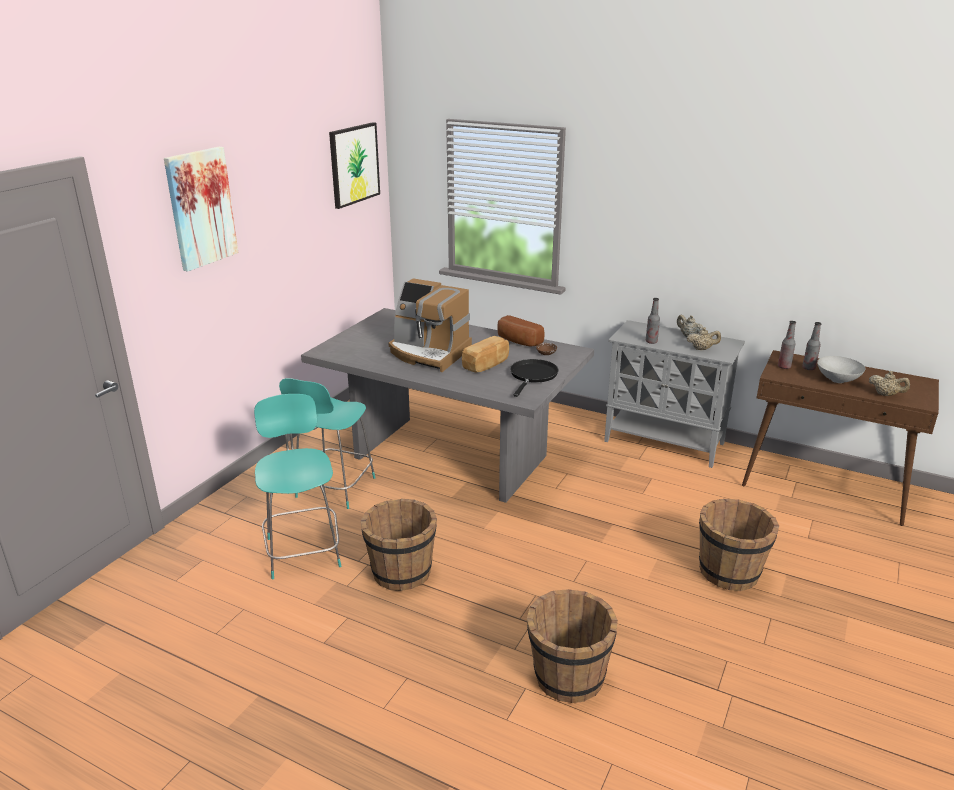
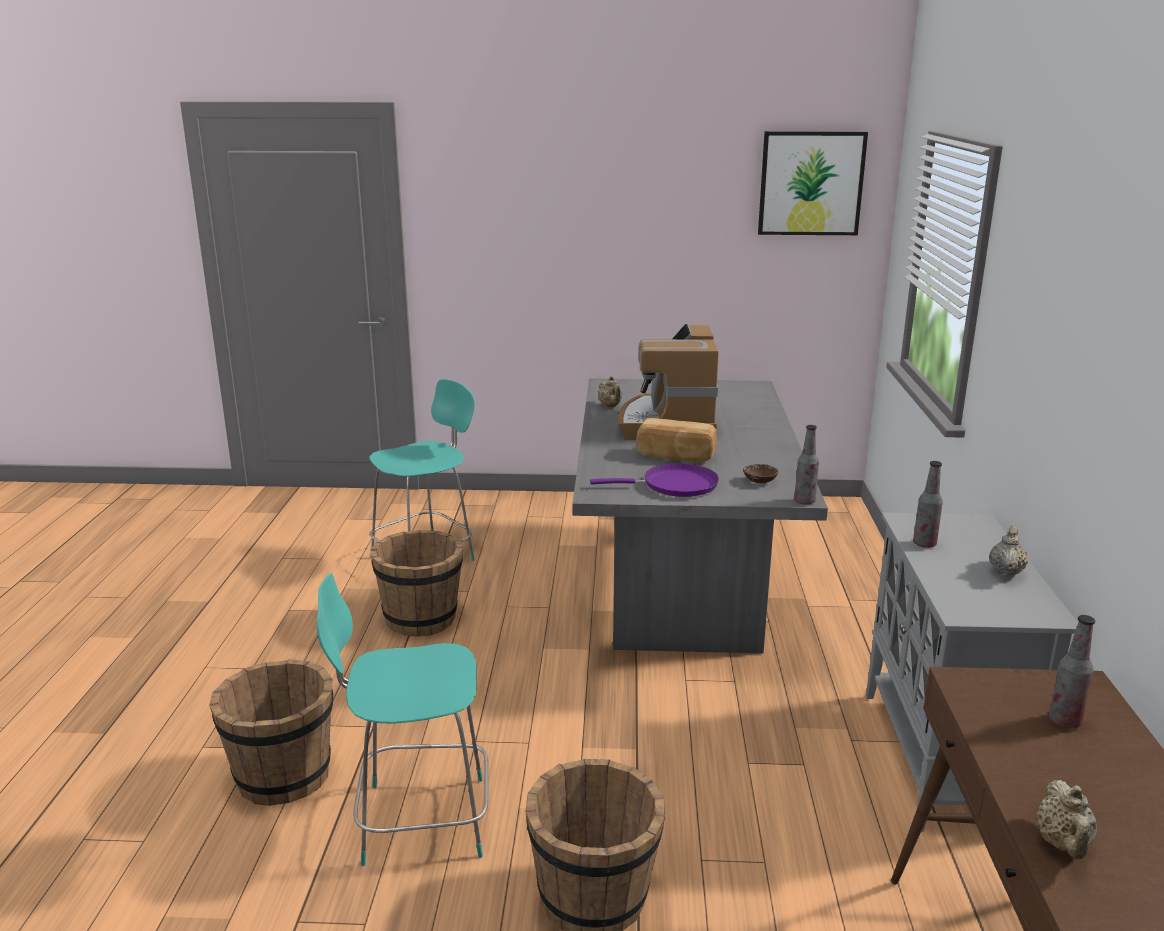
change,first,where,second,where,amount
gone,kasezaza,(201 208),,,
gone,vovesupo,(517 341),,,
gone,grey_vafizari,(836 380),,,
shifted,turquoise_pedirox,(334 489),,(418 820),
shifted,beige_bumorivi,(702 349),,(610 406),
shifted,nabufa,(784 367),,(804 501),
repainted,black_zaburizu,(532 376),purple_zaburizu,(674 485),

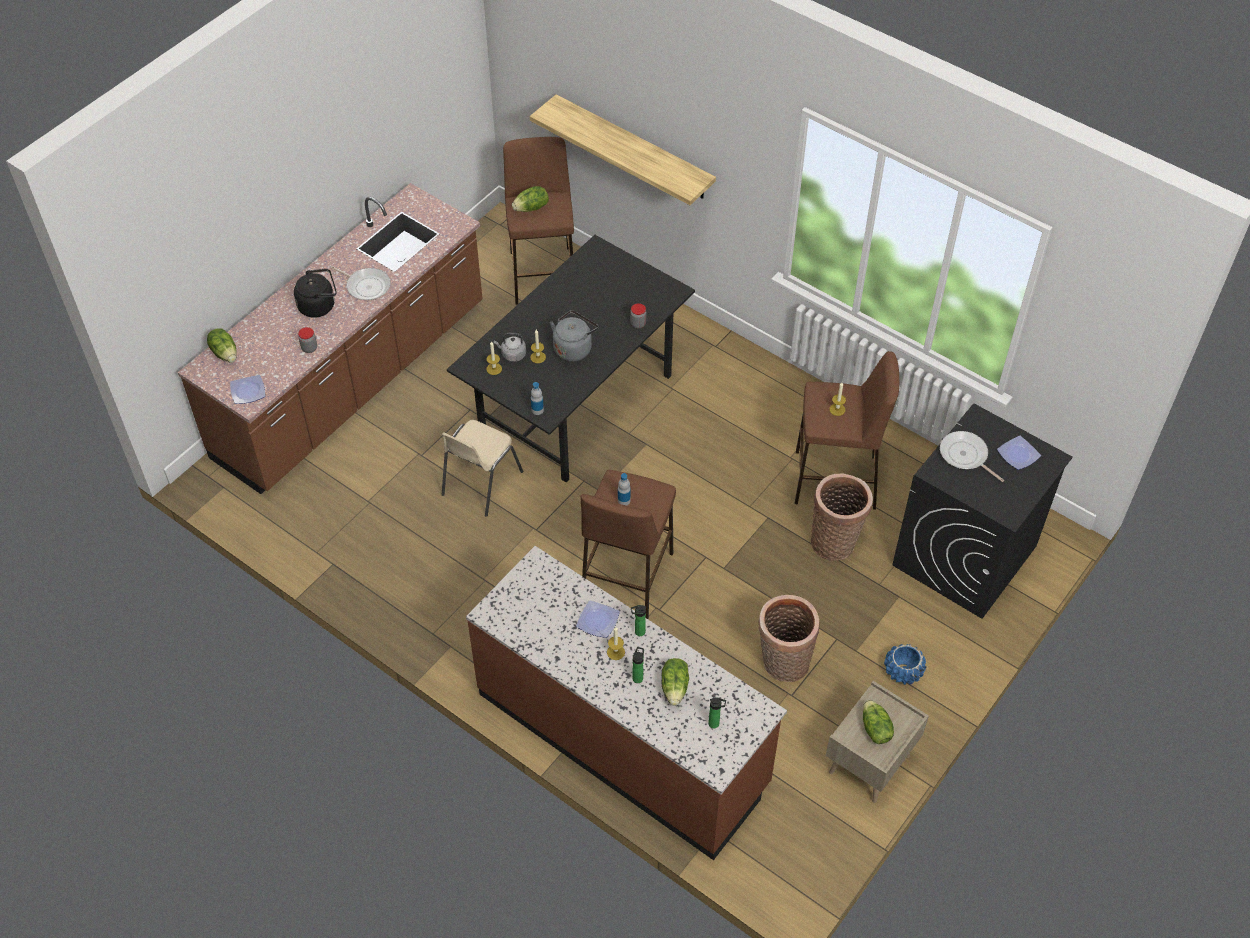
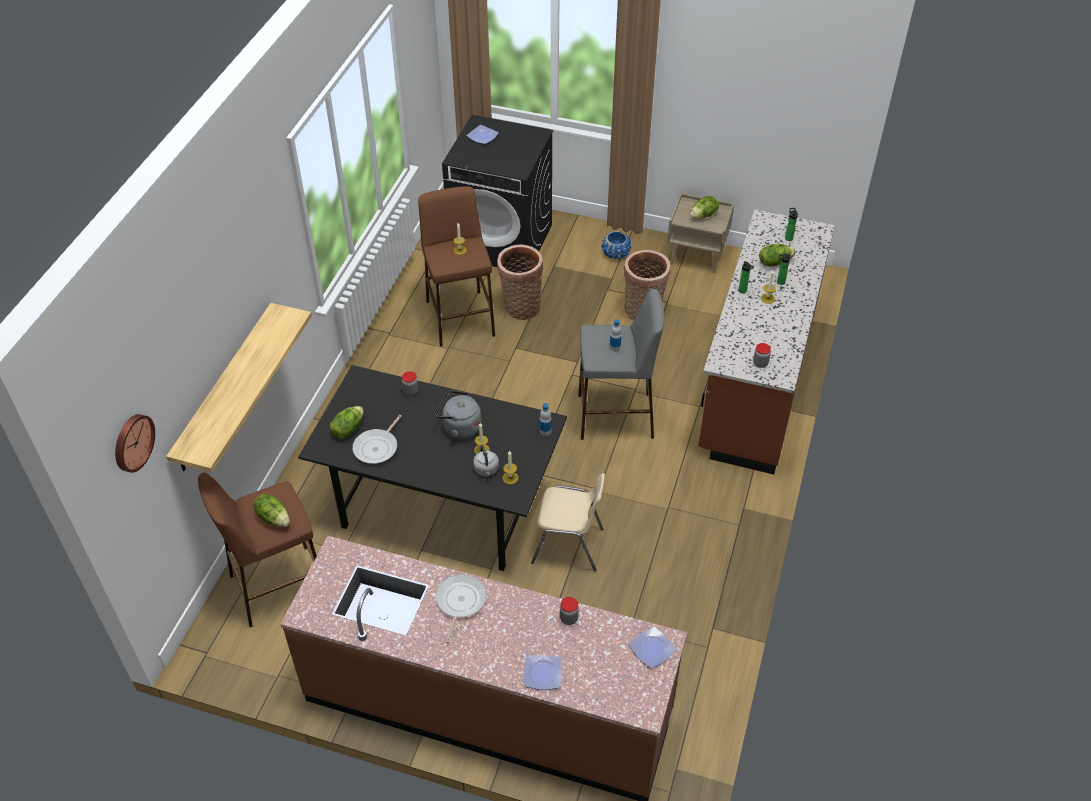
change,first,where,second,where,amount
gone,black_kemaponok,(319 305),,,
new,,,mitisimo,(132 442),
new,,,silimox,(760 363),
shifted,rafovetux,(225 353),,(347 429),
shifted,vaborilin,(597 621),,(543 674),
shifted,zaburizu,(965 456),,(377 447),
repainted,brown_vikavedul,(627 577),grey_vikavedul,(616 416),

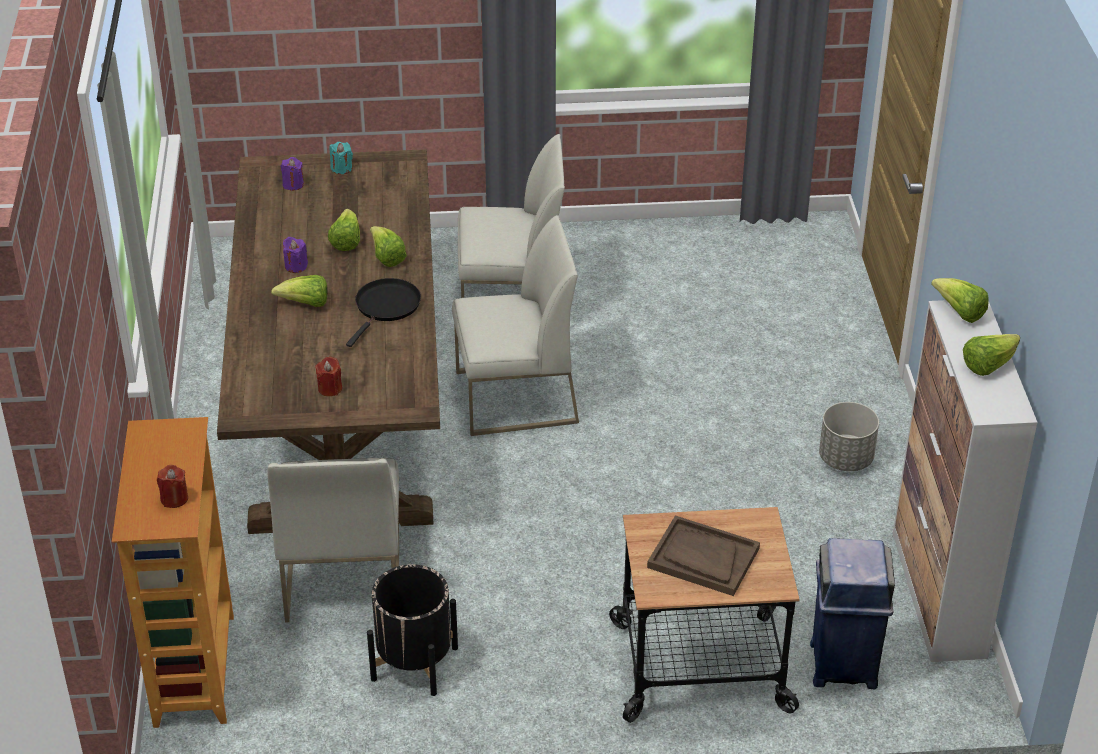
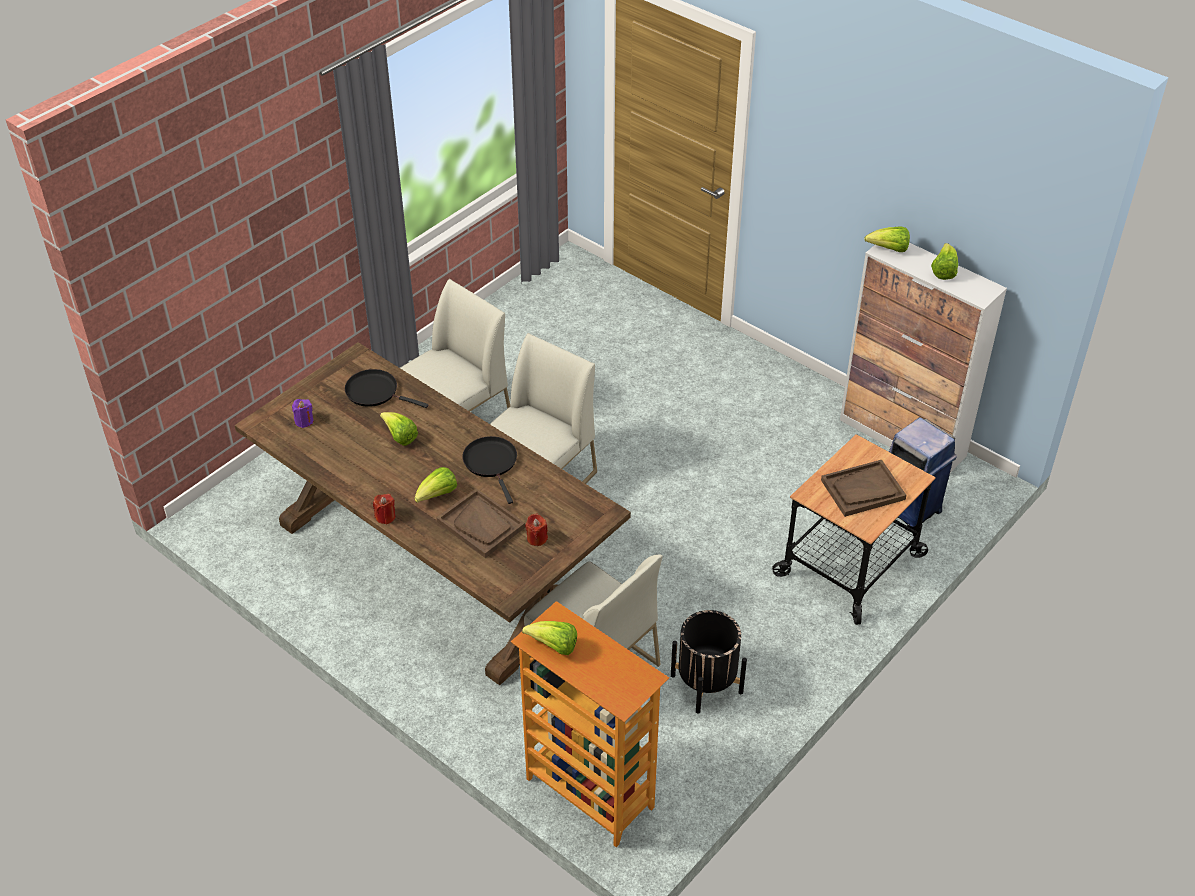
change,first,where,second,where,amount
gone,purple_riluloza,(296 266),,,
gone,turquoise_riluloza,(341 168),,,
gone,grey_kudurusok,(845 459),,,
new,,,black_zaburizu,(375 392),
new,,,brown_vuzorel,(481 525),
shifted,red_riluloza,(174 499),,(385 517),
shifted,rafovetux,(387 257),,(554 646),

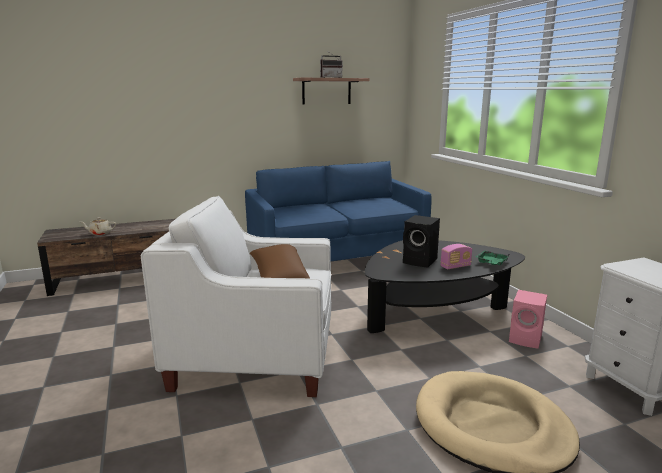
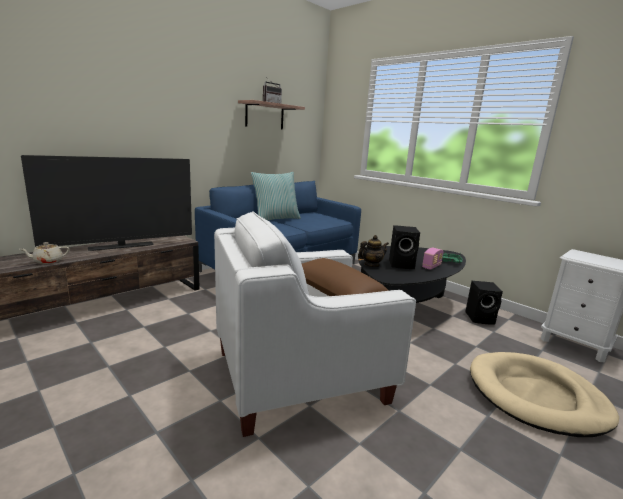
change,first,where,second,where,amount
new,,,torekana,(121 246),
new,,,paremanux,(275 219),
new,,,bumorivi,(371 265),
repainted,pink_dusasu,(526 339),black_dusasu,(481 318),

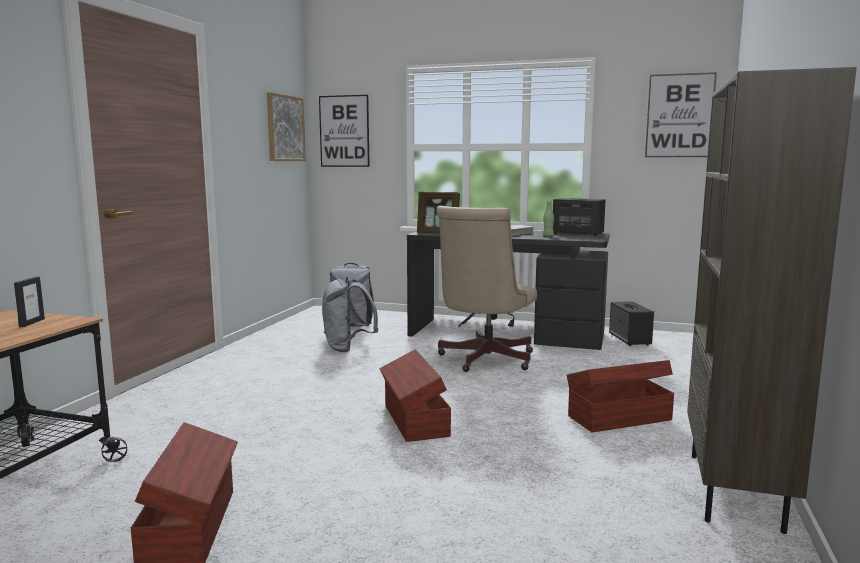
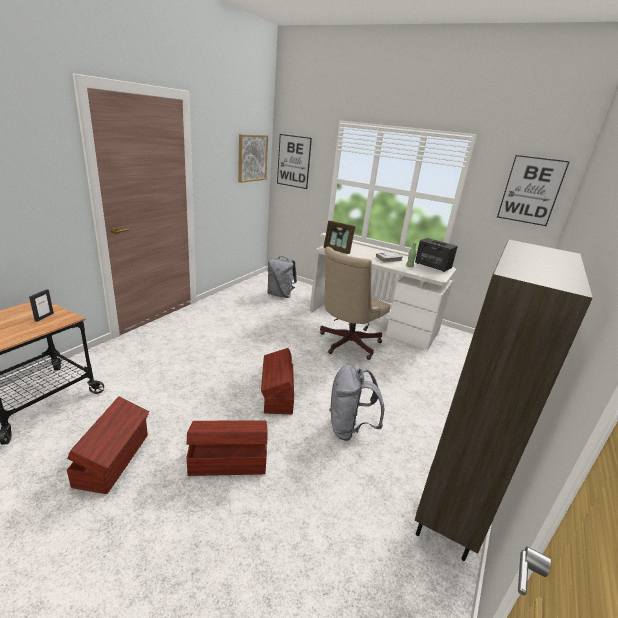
change,first,where,second,where,amount
gone,dusasu,(630 340),,,
shifted,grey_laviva,(347 348),,(349 428),
shifted,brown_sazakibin,(617 417),,(227 460),
repainted,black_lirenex,(506 334),white_lirenex,(373 321),

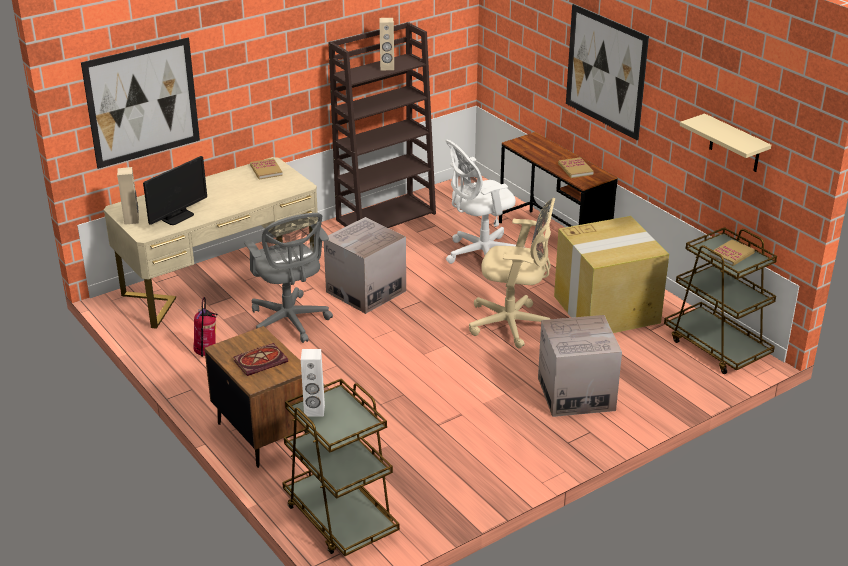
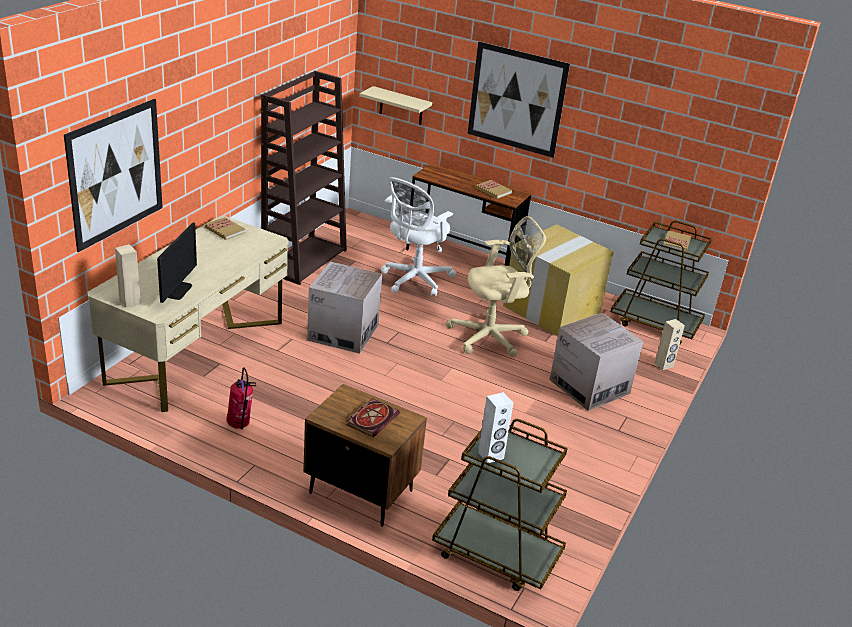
change,first,where,second,where,amount
gone,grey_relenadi,(290 322),,,
shifted,beige_dusasu,(387 68),,(664 365),
shifted,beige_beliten,(735 144),,(401 106),

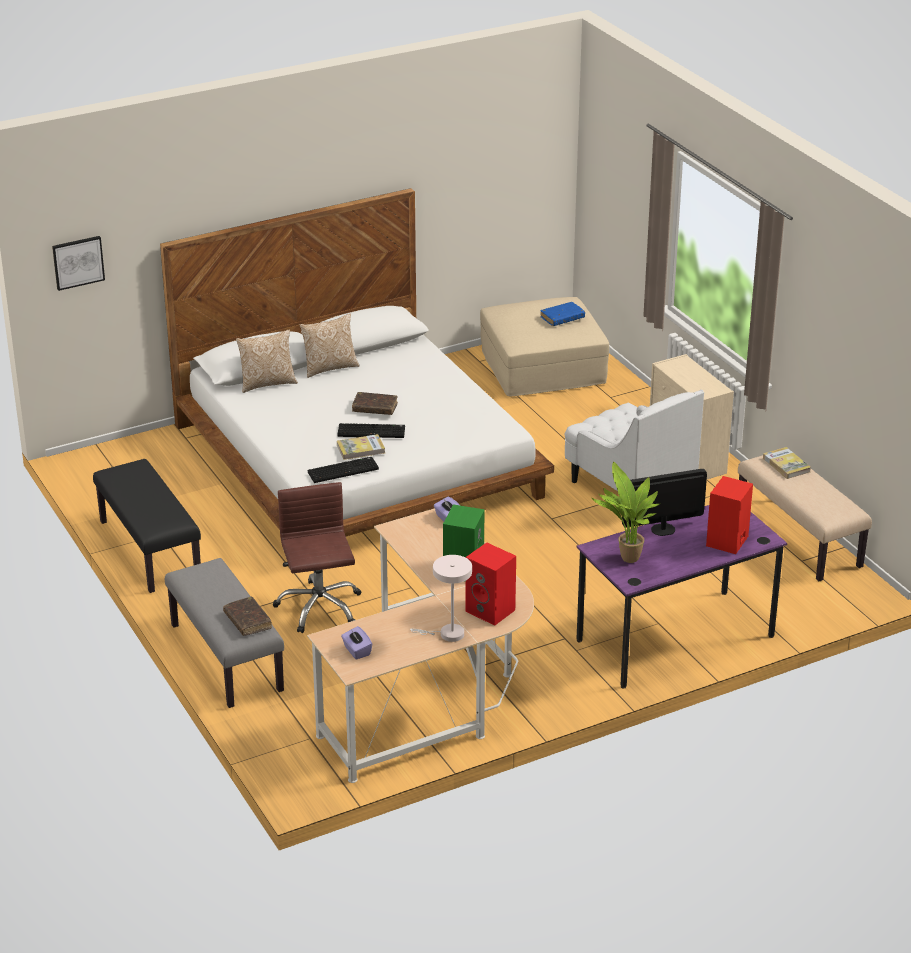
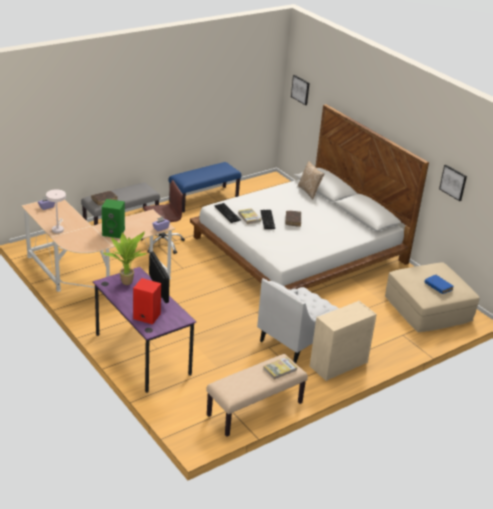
change,first,where,second,where,amount
gone,paremanux,(329 367),,,
gone,red_dusasu,(491 610),,,
new,,,kasezaza,(453 182),
repainted,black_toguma,(148 550),blue_toguma,(204 199),

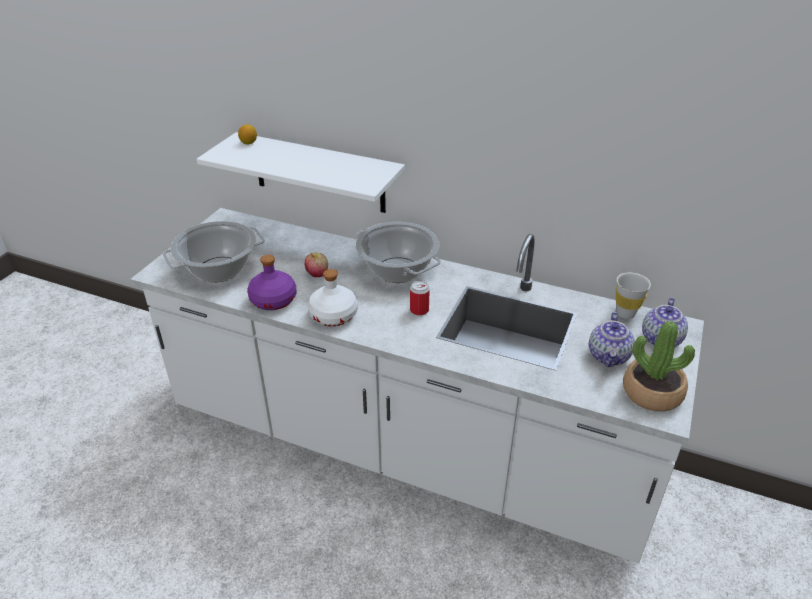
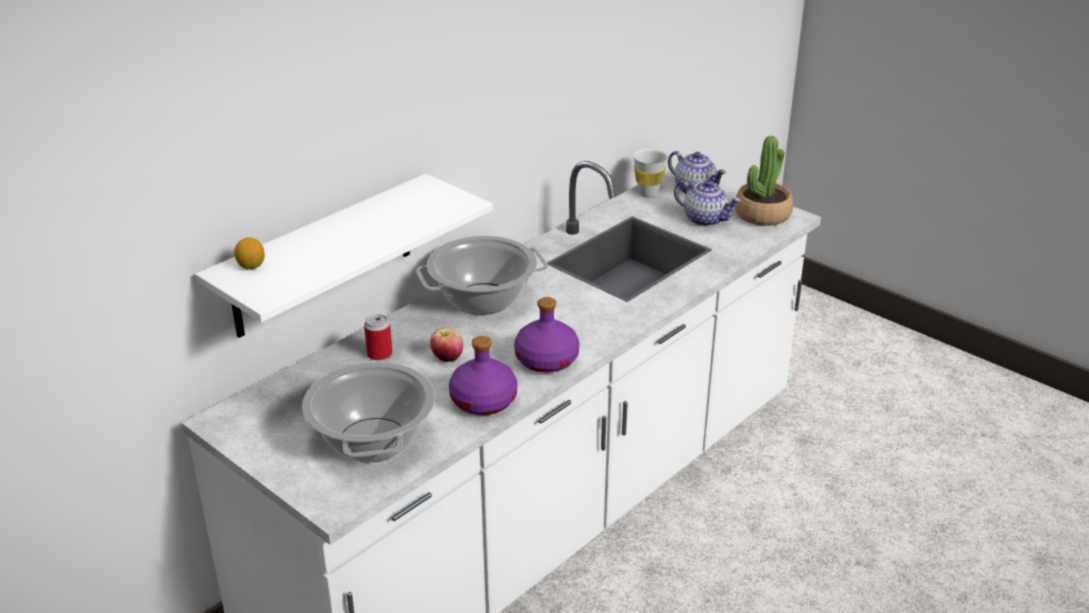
change,first,where,second,where,amount
shifted,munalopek,(419 310),,(379 354),
repainted,white_nabufa,(334 316),purple_nabufa,(547 360),

